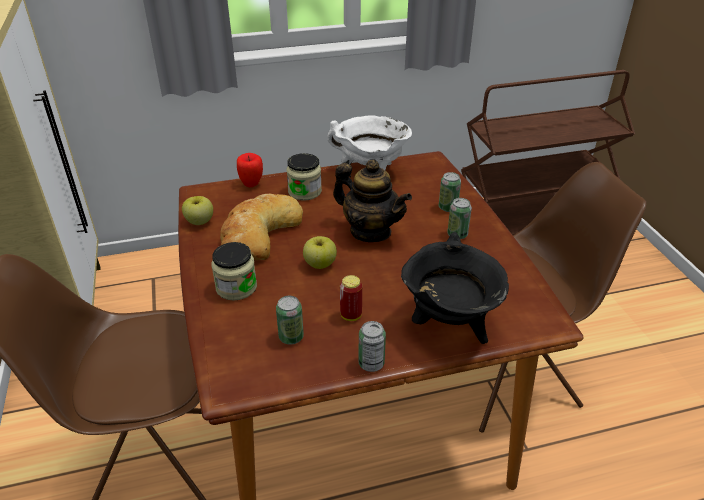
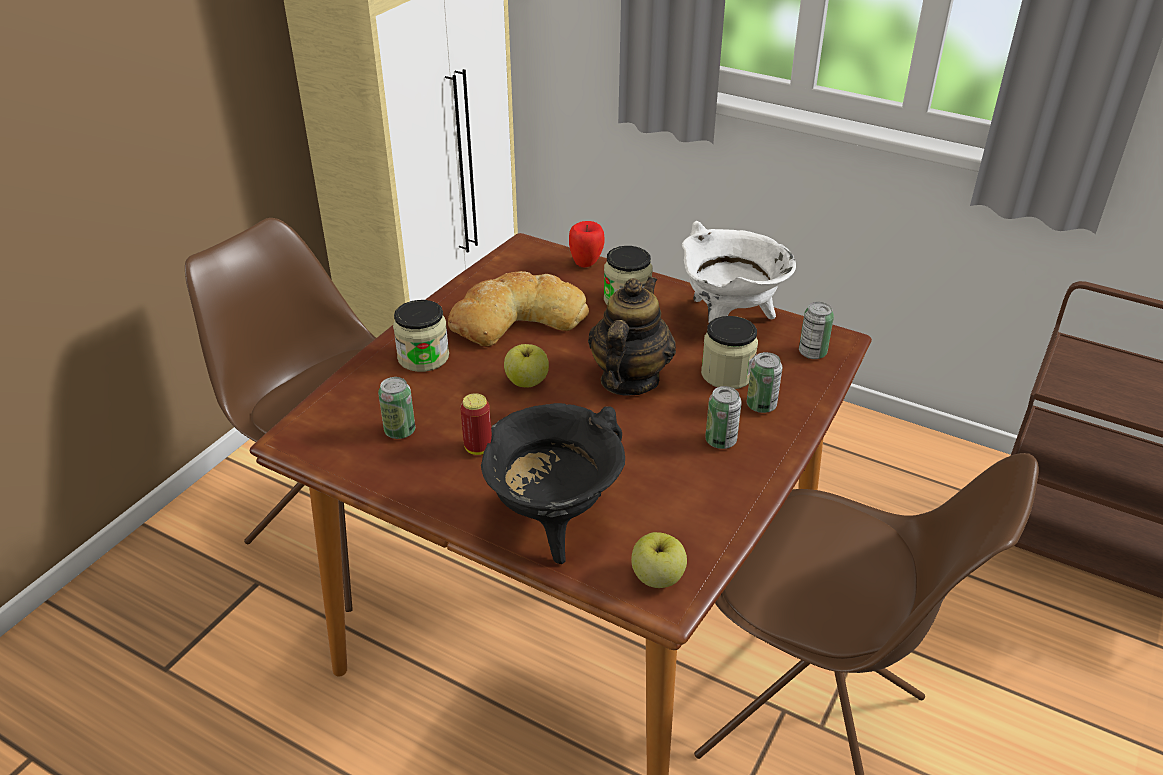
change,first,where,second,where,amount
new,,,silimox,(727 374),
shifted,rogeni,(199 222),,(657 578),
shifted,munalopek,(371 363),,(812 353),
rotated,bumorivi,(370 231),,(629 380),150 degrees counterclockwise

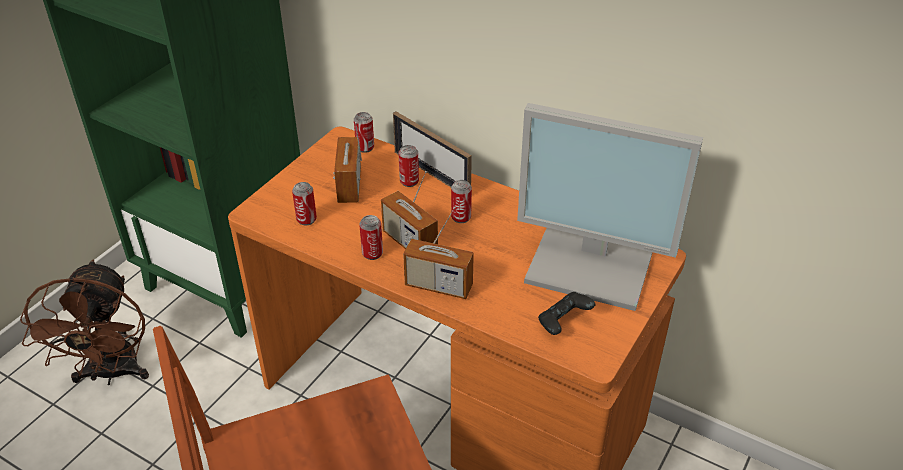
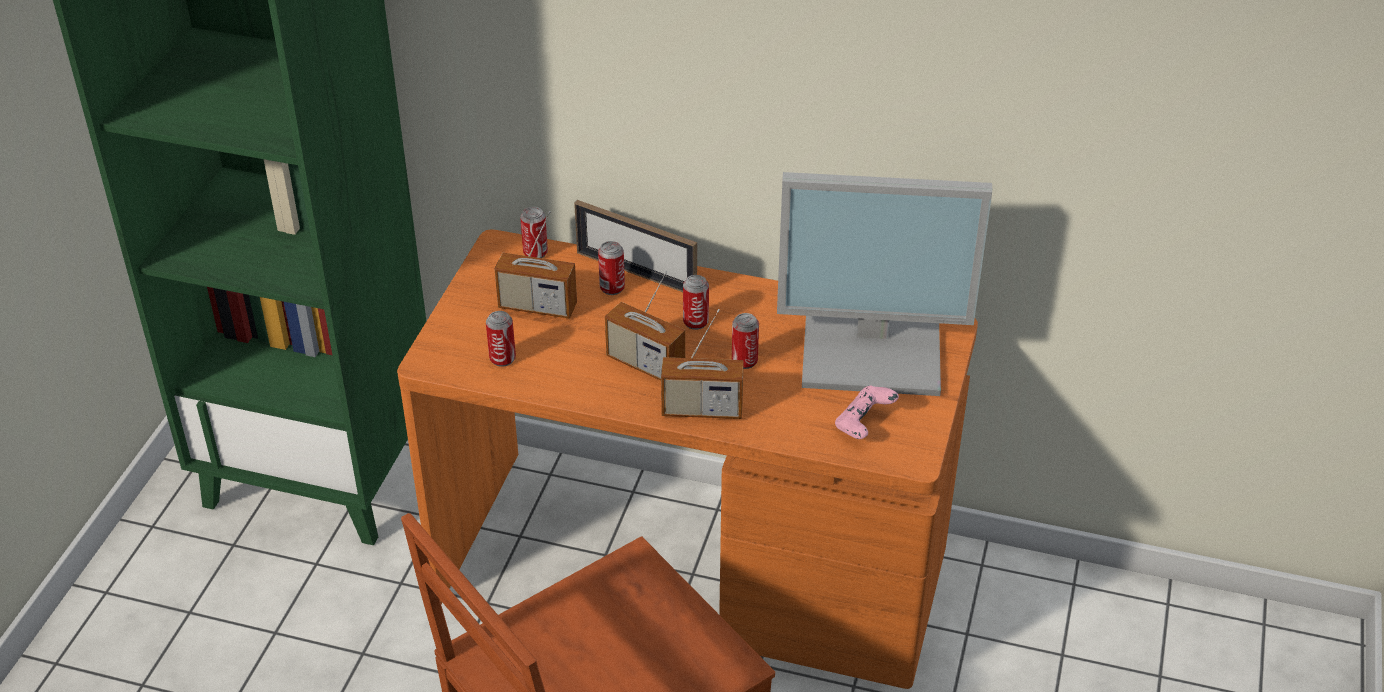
change,first,where,second,where,amount
gone,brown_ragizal,(112 374),,,
shifted,munalopek,(372 253),,(744 361),
repainted,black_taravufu,(563 323),pink_taravufu,(864 425),
rotated,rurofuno,(349 186),,(537 306),60 degrees counterclockwise

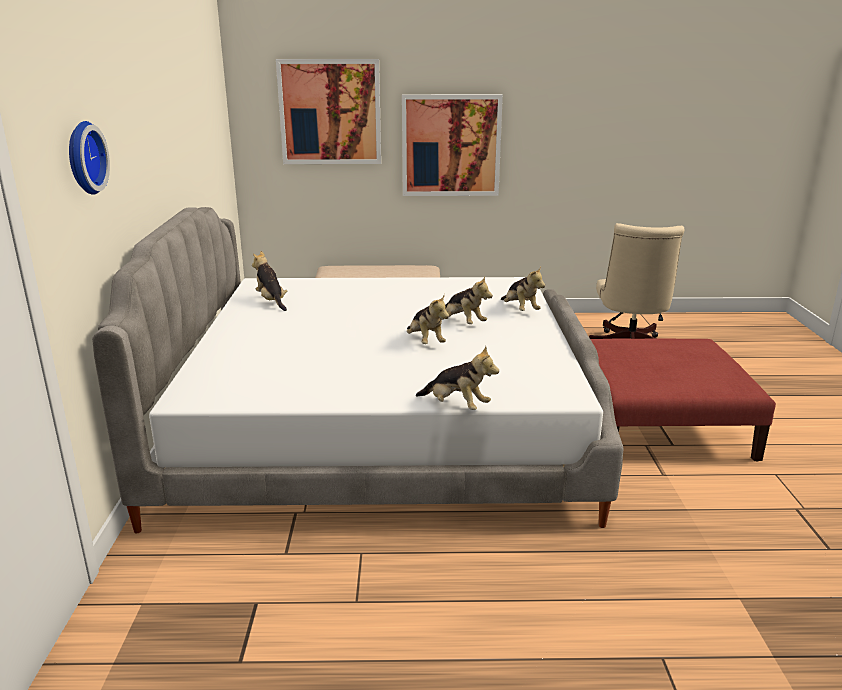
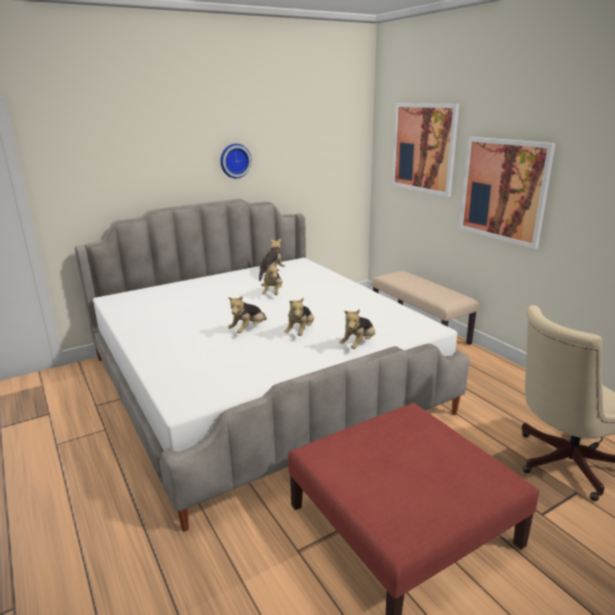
change,first,where,second,where,amount
shifted,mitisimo,(82 158),,(234 160),
shifted,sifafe,(456 406),,(273 293),

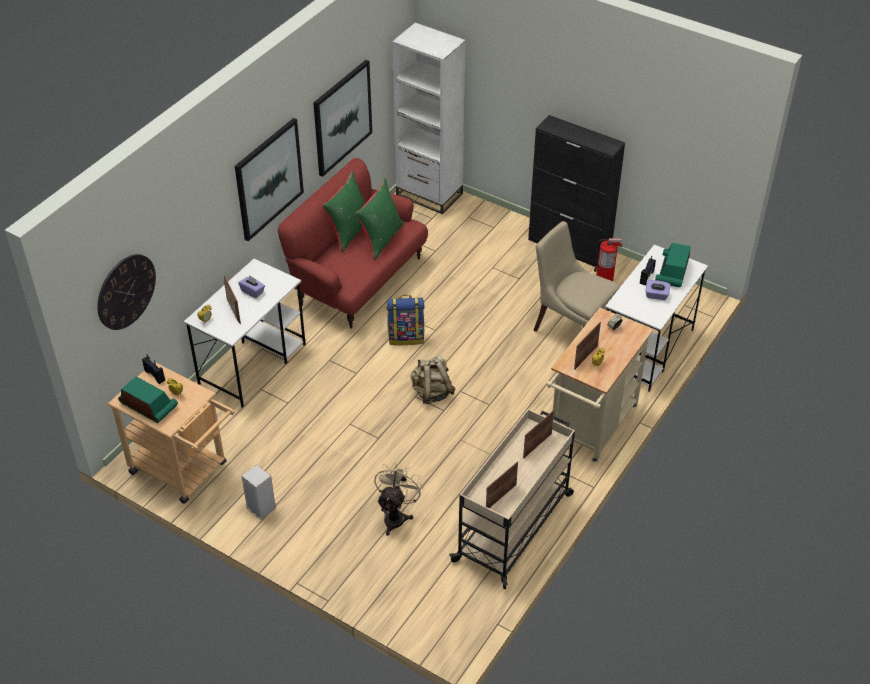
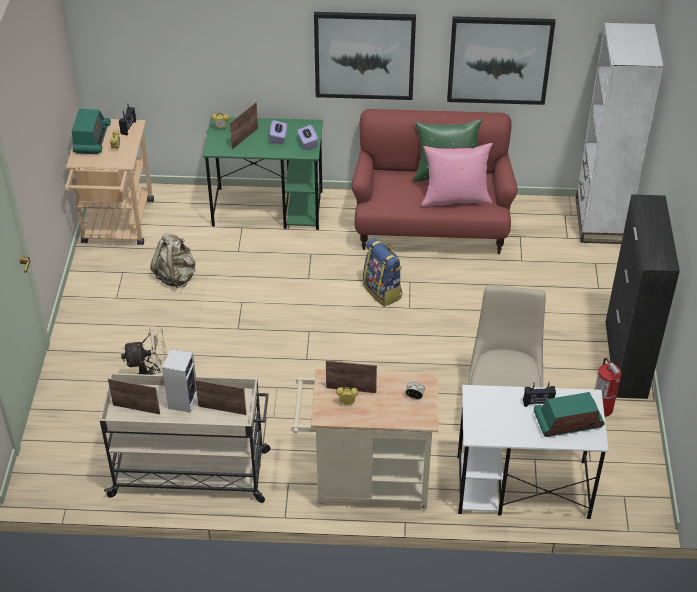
change,first,where,second,where,amount
gone,mitisimo,(126 291),,,
shifted,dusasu,(260 508),,(183 400),
shifted,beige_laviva,(431 392),,(176 276),
shifted,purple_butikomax,(656 295),,(307 143),
repainted,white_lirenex,(253 363),green_lirenex,(269 208),
repainted,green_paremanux,(381 239),pink_paremanux,(455 198),

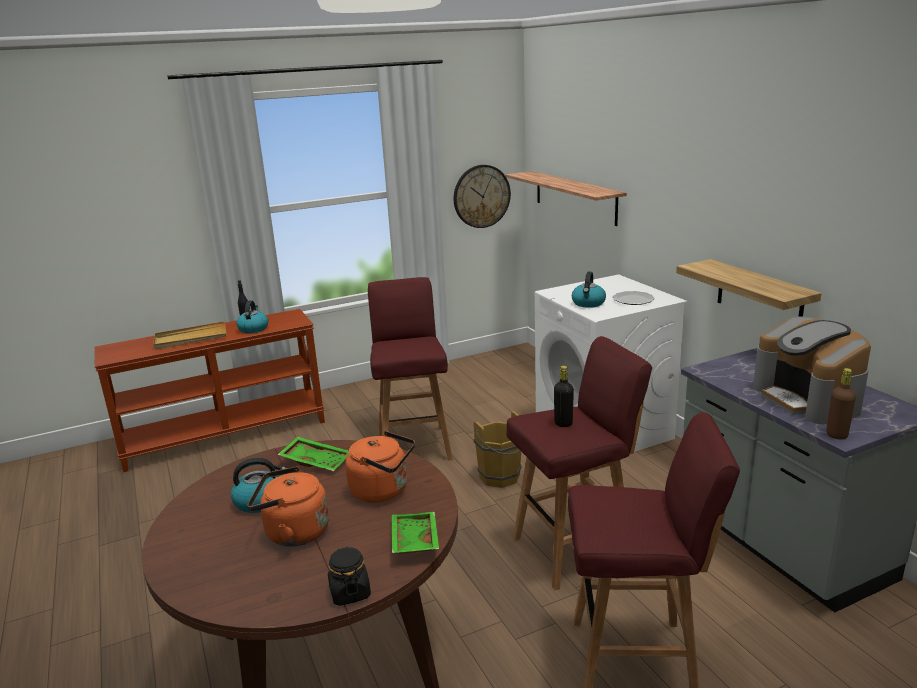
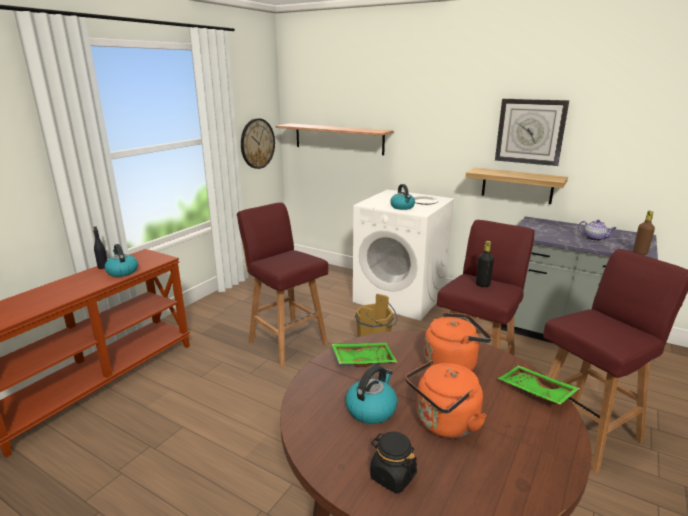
change,first,where,second,where,amount
gone,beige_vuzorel,(190 338),,,
new,,,mitisimo,(530 131),
shifted,black_silimox,(350 592),,(392 476),
swapped,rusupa,(808 399),bumorivi,(594 238),

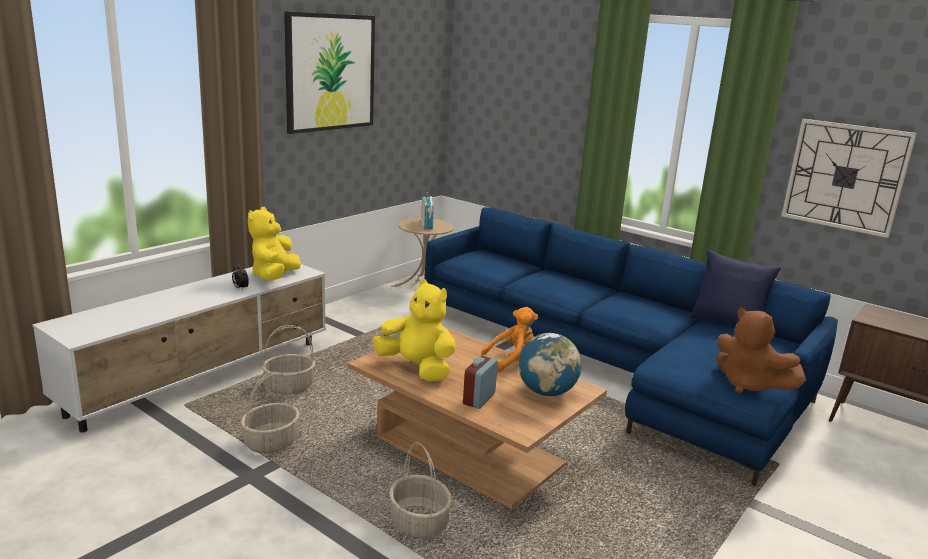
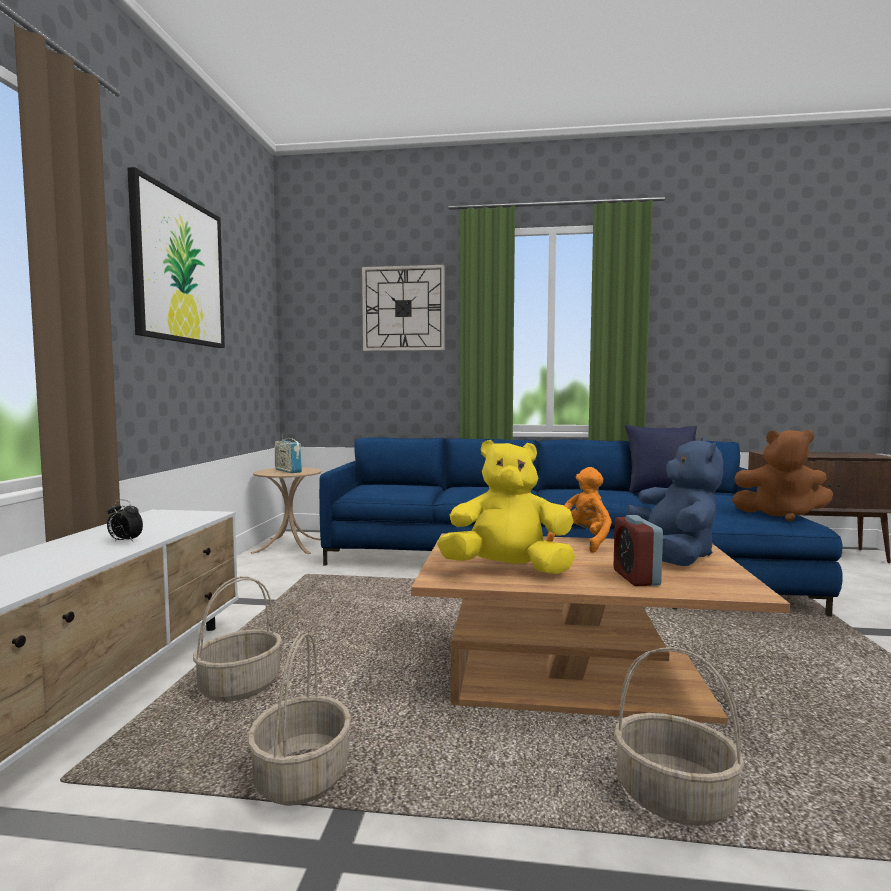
change,first,where,second,where,amount
gone,yellow_sifafe,(274 277),,,
shifted,mitisimo,(845 176),,(403 308),
swapped,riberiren,(546 392),blue_sifafe,(674 555),

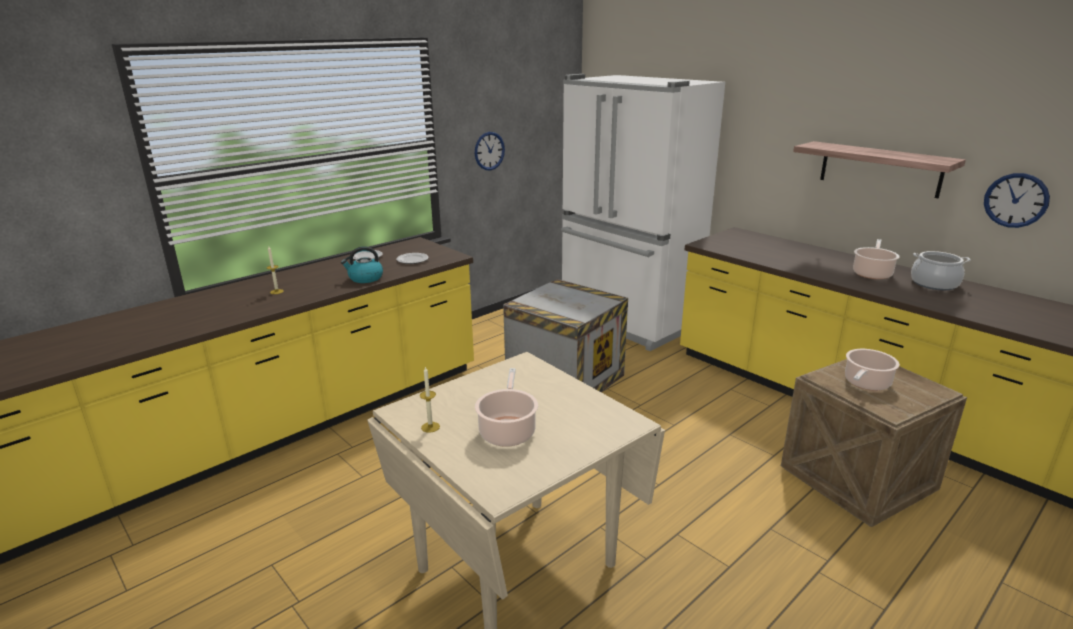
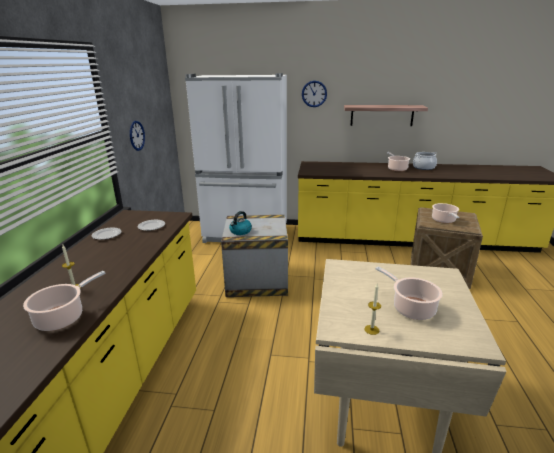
change,first,where,second,where,amount
new,,,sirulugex,(63 317),
shifted,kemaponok,(365 278),,(240 231),
shifted,mitisimo,(1016 200),,(314 94),

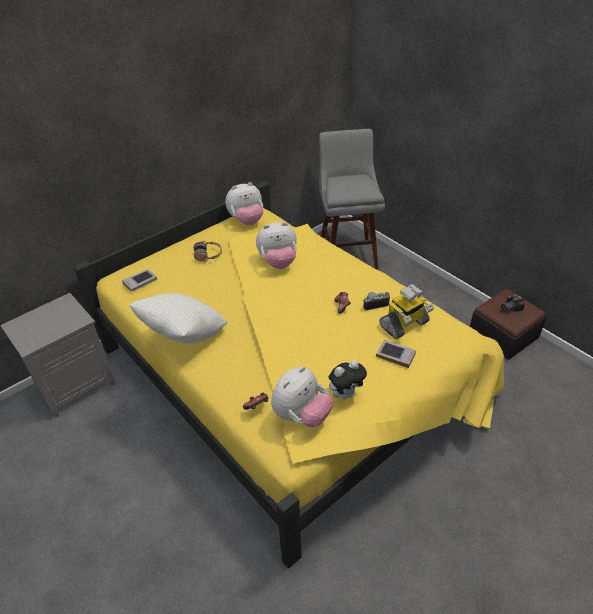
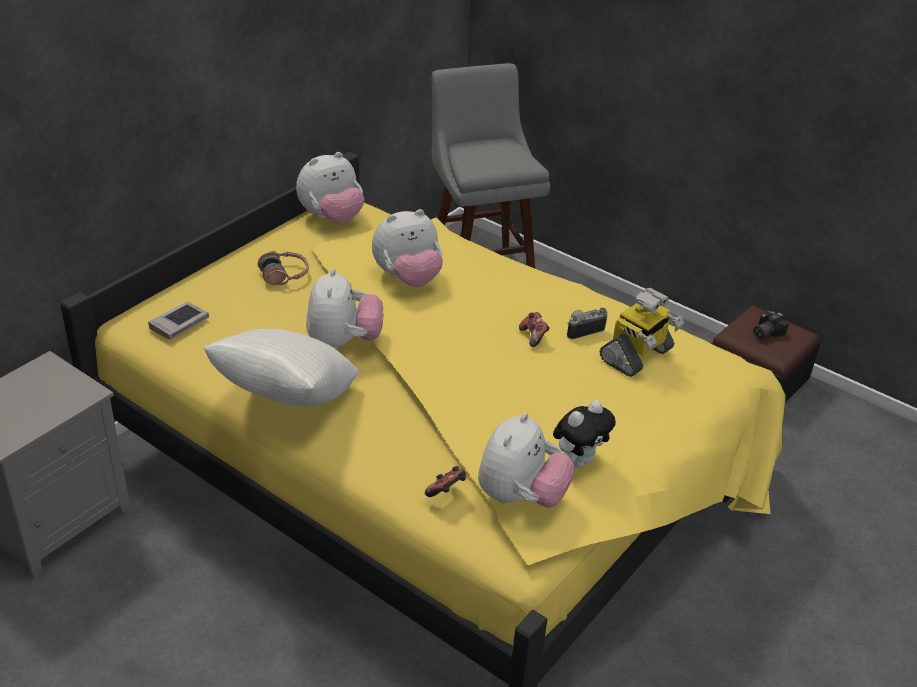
change,first,where,second,where,amount
gone,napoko,(396 355),,,
new,,,sifafe,(343 342),

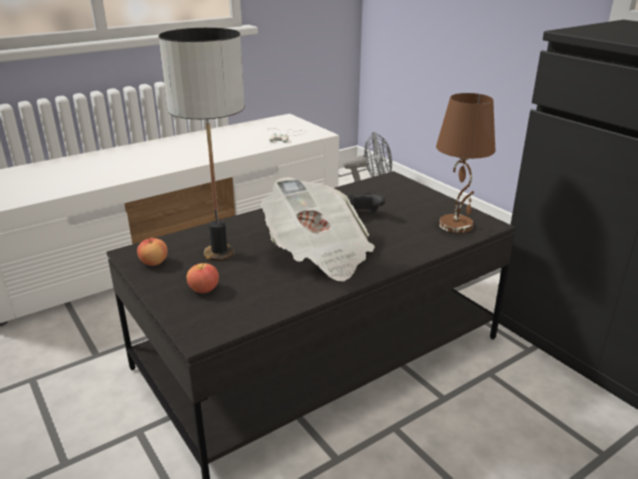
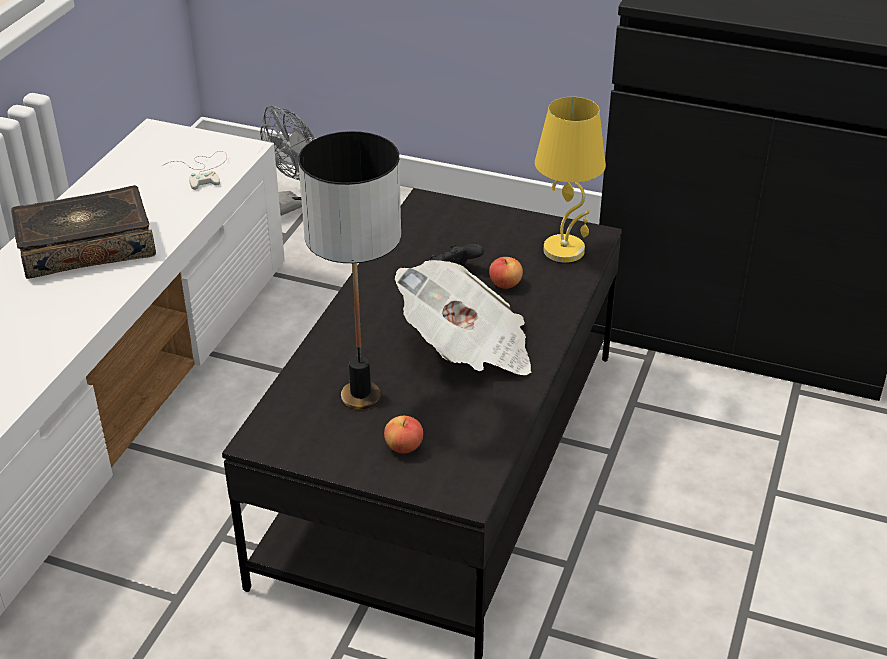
change,first,where,second,where,amount
new,,,napoko,(86 247),
shifted,rogeni,(154 262),,(505 284),
repainted,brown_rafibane,(457 225),yellow_rafibane,(565 250),

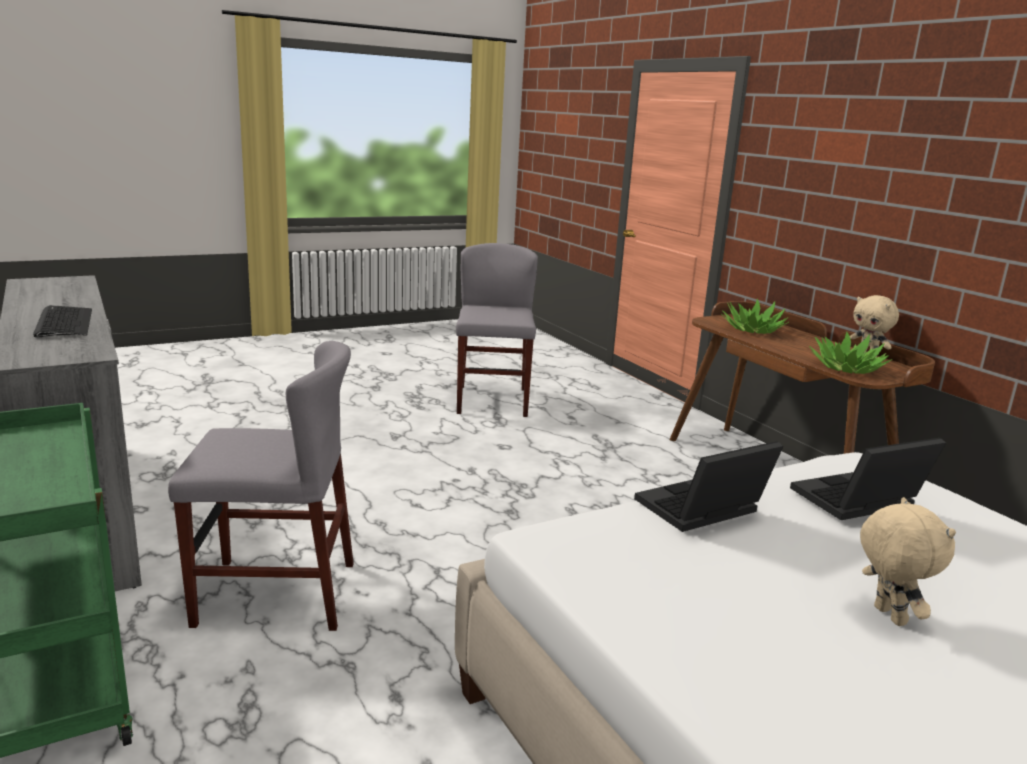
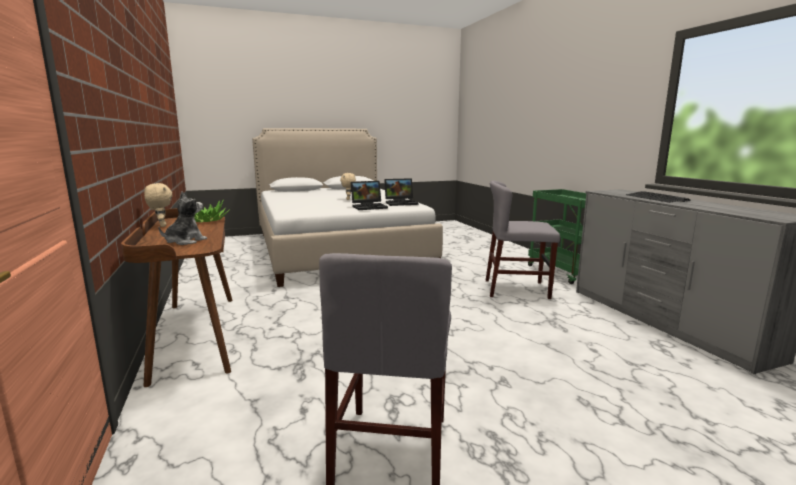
change,first,where,second,where,amount
shifted,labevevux,(857 502),,(401 203),
swapped,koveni,(753 330),sifafe,(185 241),

